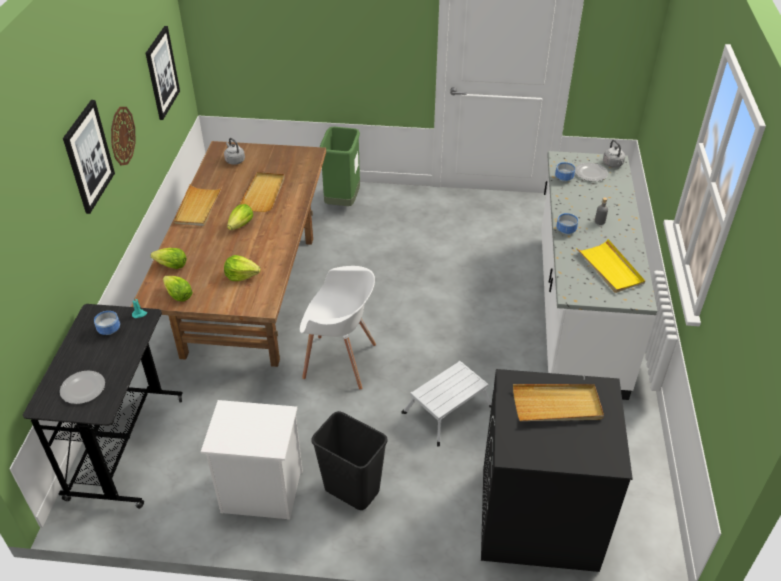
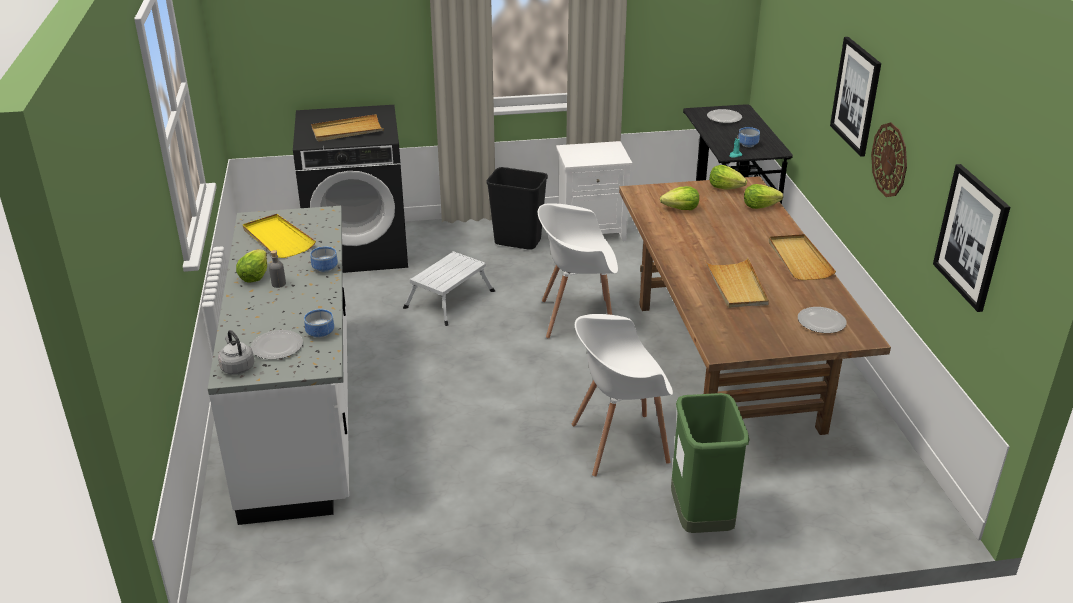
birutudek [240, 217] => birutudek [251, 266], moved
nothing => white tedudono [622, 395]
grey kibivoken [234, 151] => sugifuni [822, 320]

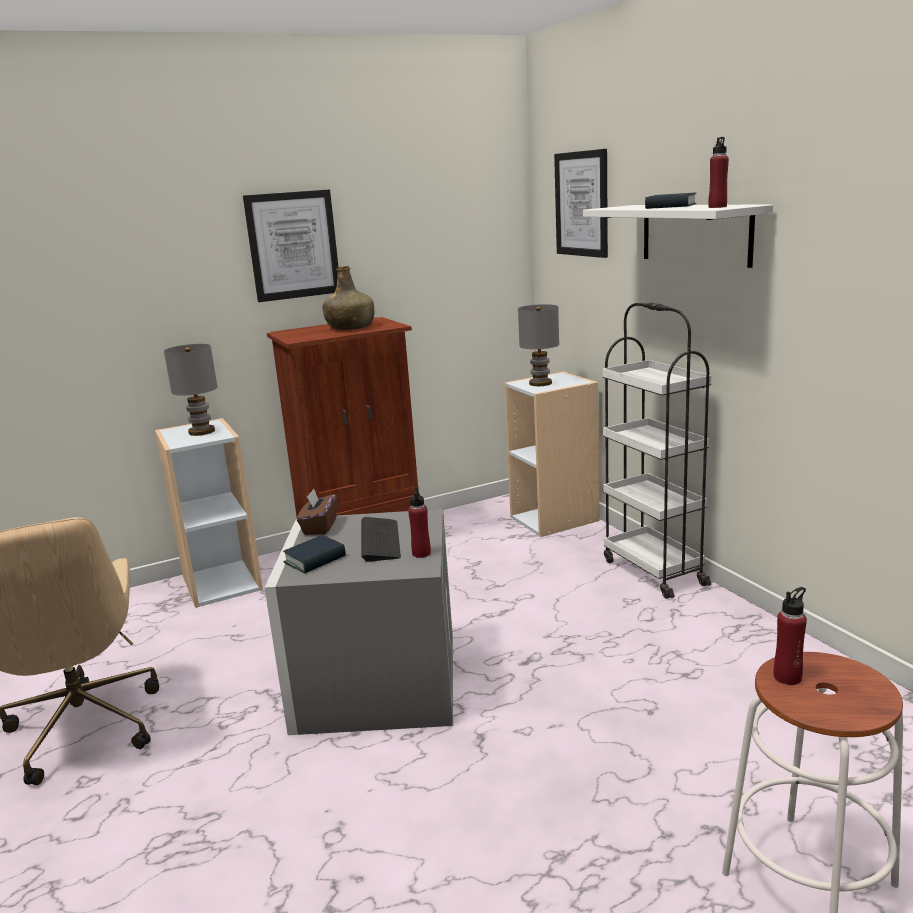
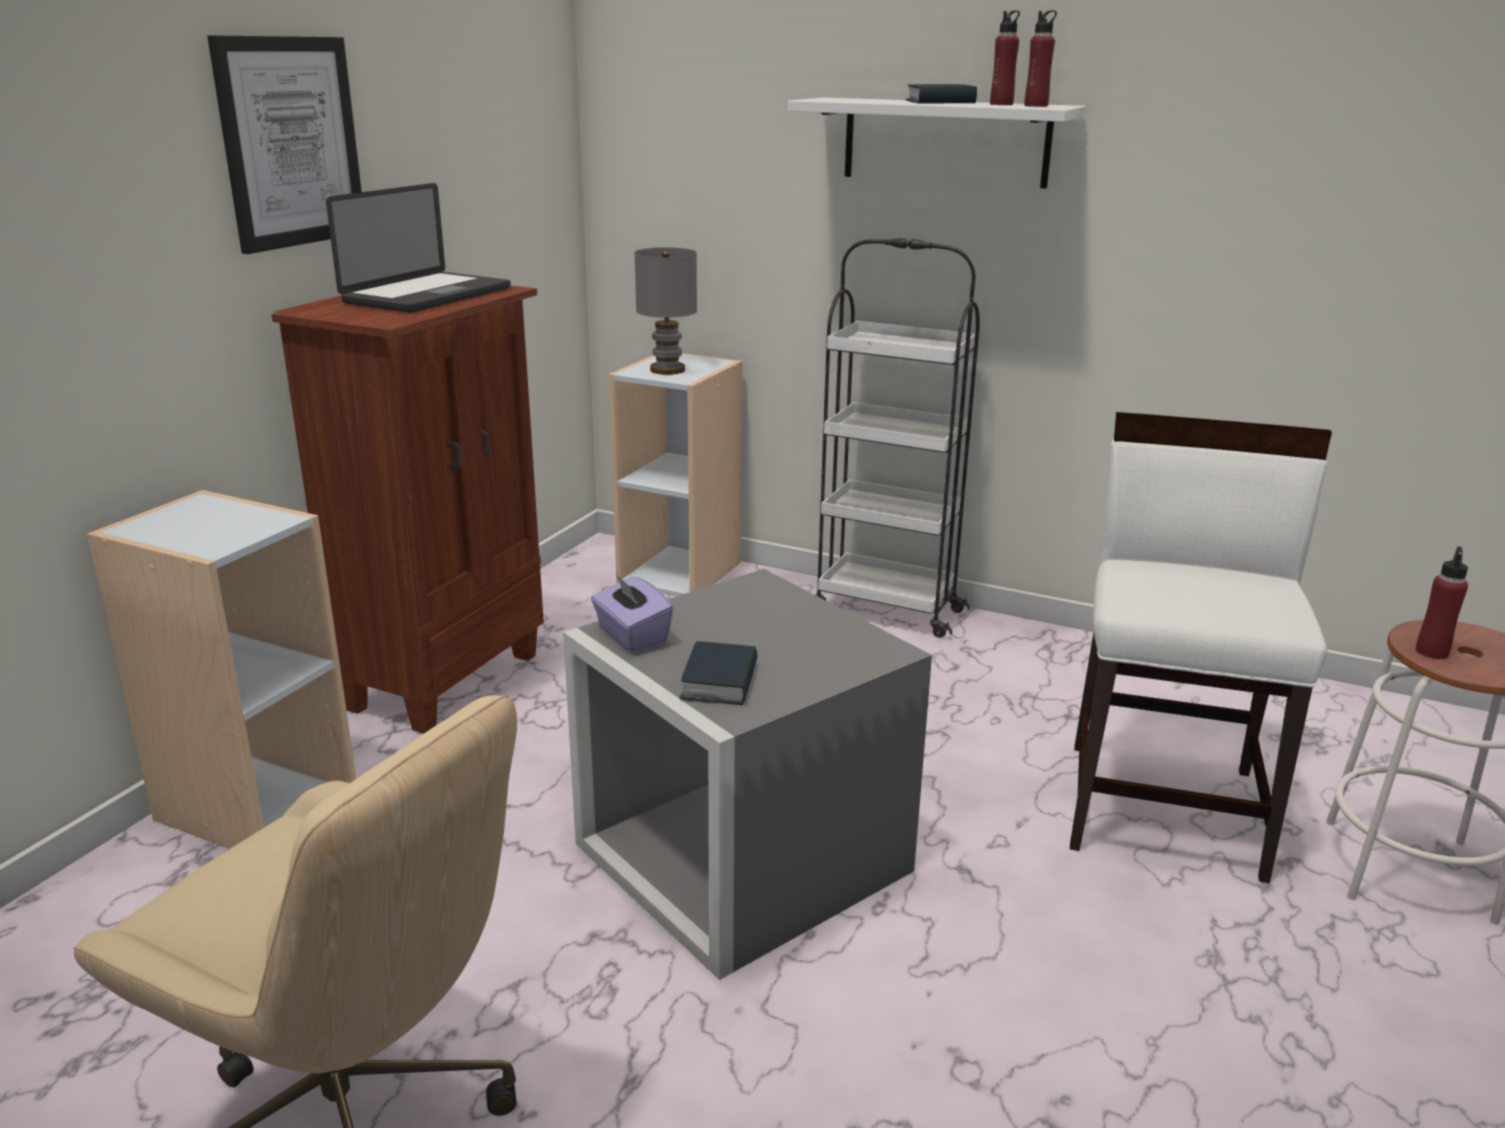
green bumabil [348, 298] => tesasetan [418, 248]
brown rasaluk [317, 511] => purple rasaluk [632, 613]
red bumabil [419, 522] => red bumabil [1005, 57], moved
nothing => white tedudono [1201, 647]
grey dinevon [191, 390] => nothing
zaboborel [381, 539] => nothing
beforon [581, 203] => nothing

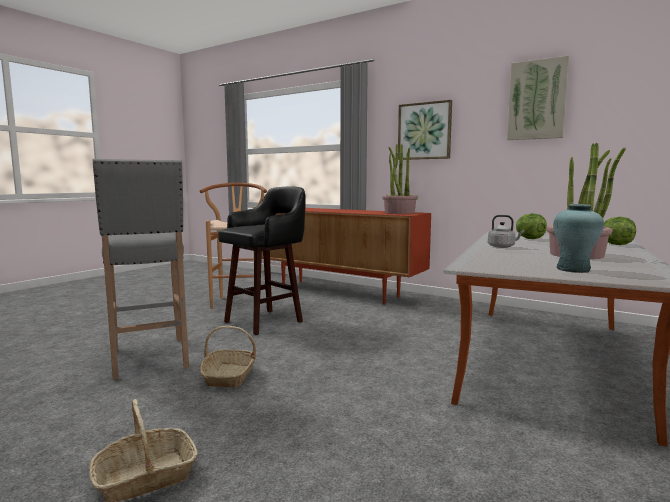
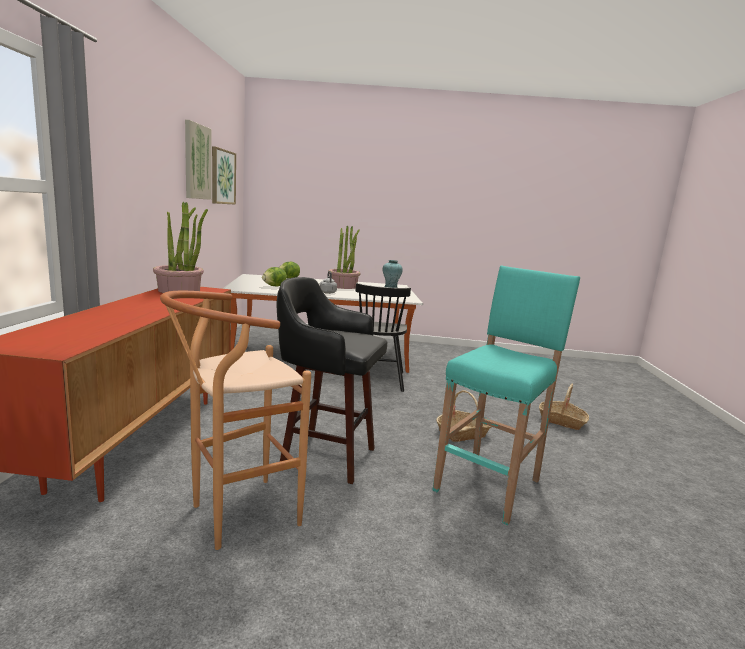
beforon [425, 130] => beforon [224, 175], moved
nothing => black tedudono [377, 337]
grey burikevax [141, 269] => turquoise burikevax [506, 395]

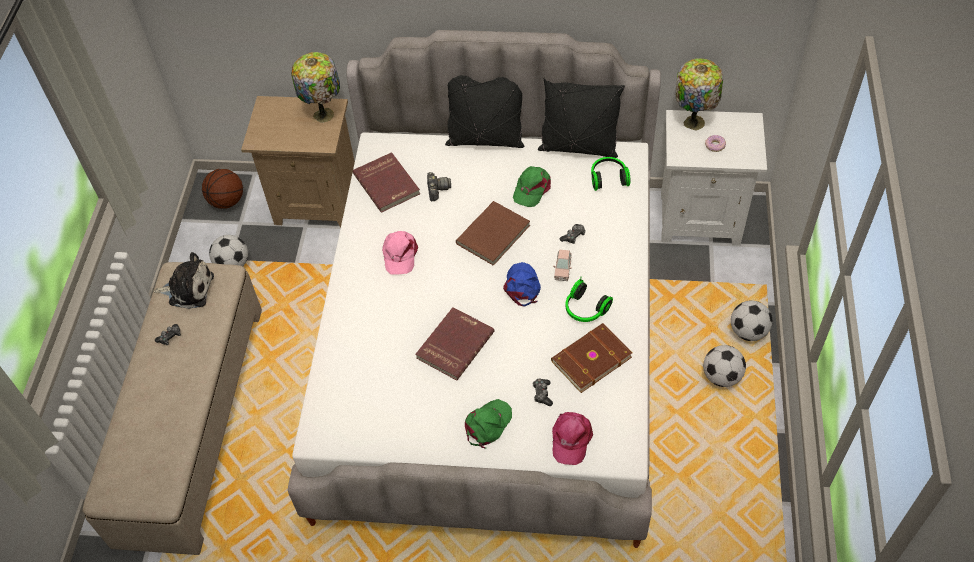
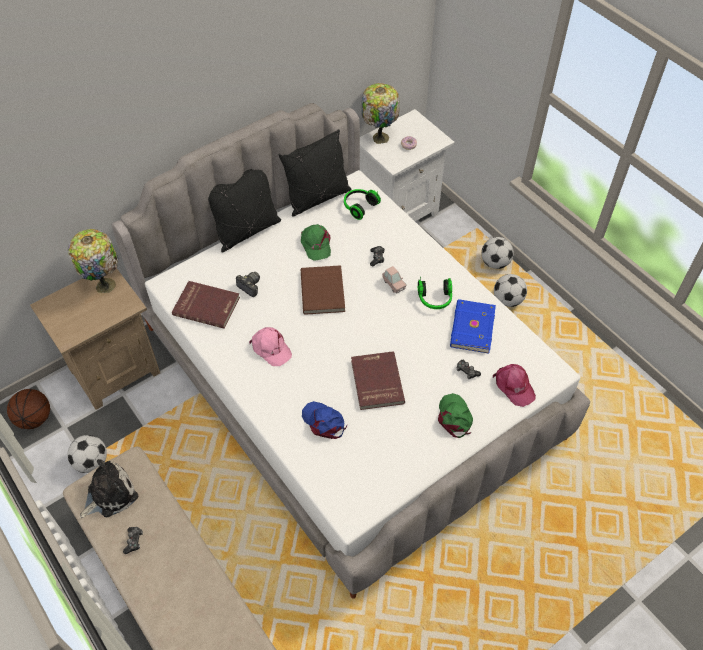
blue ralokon [522, 284] => blue ralokon [324, 420], moved
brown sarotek [591, 358] => blue sarotek [473, 326]

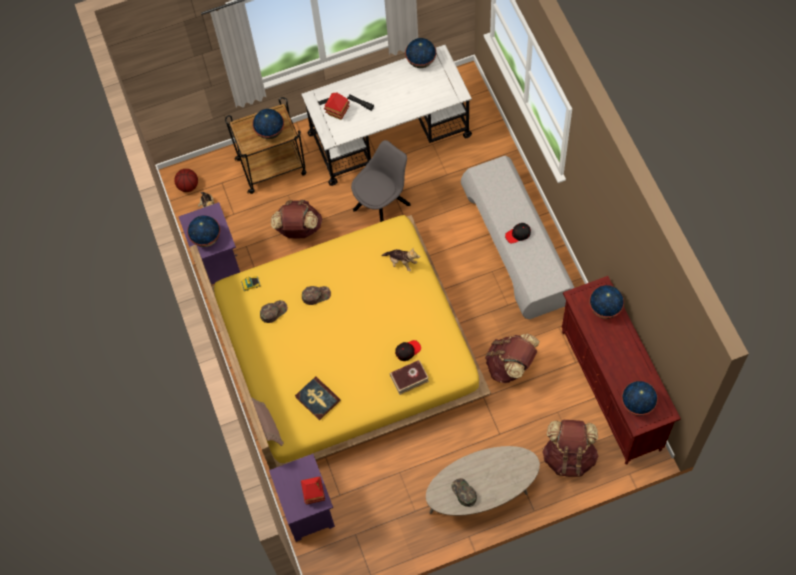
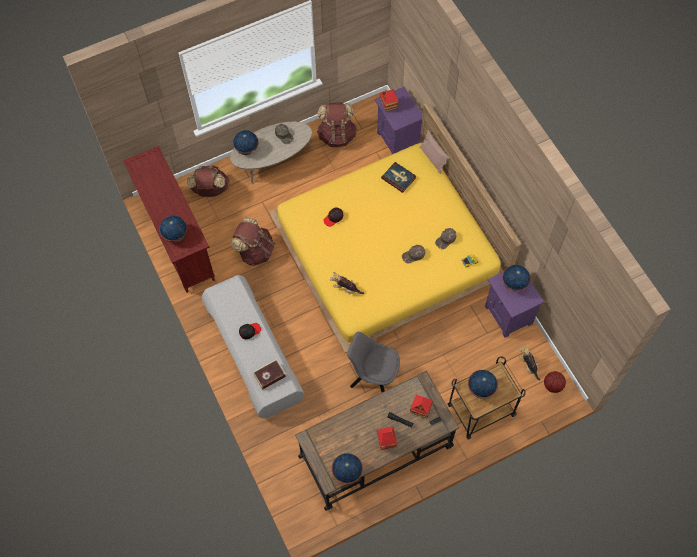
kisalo [639, 398] => kisalo [246, 142], moved
sarotek [409, 377] => sarotek [269, 374], moved
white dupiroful [386, 115] => brown dupiroful [377, 441]
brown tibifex [296, 219] => brown tibifex [337, 124], moved
grey tedudono [381, 181] => grey tedudono [373, 362], 75 degrees clockwise
nothing => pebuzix [387, 438]

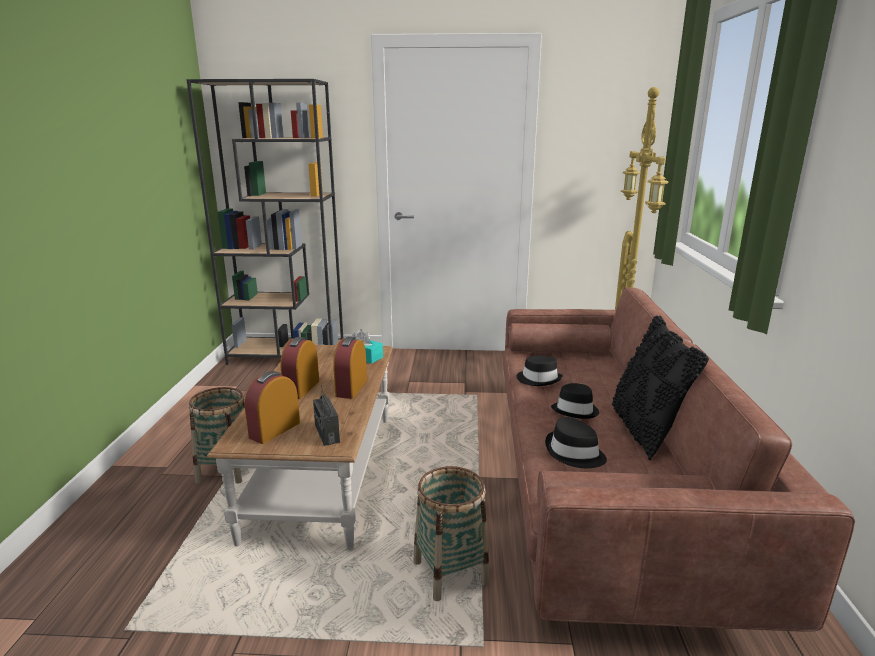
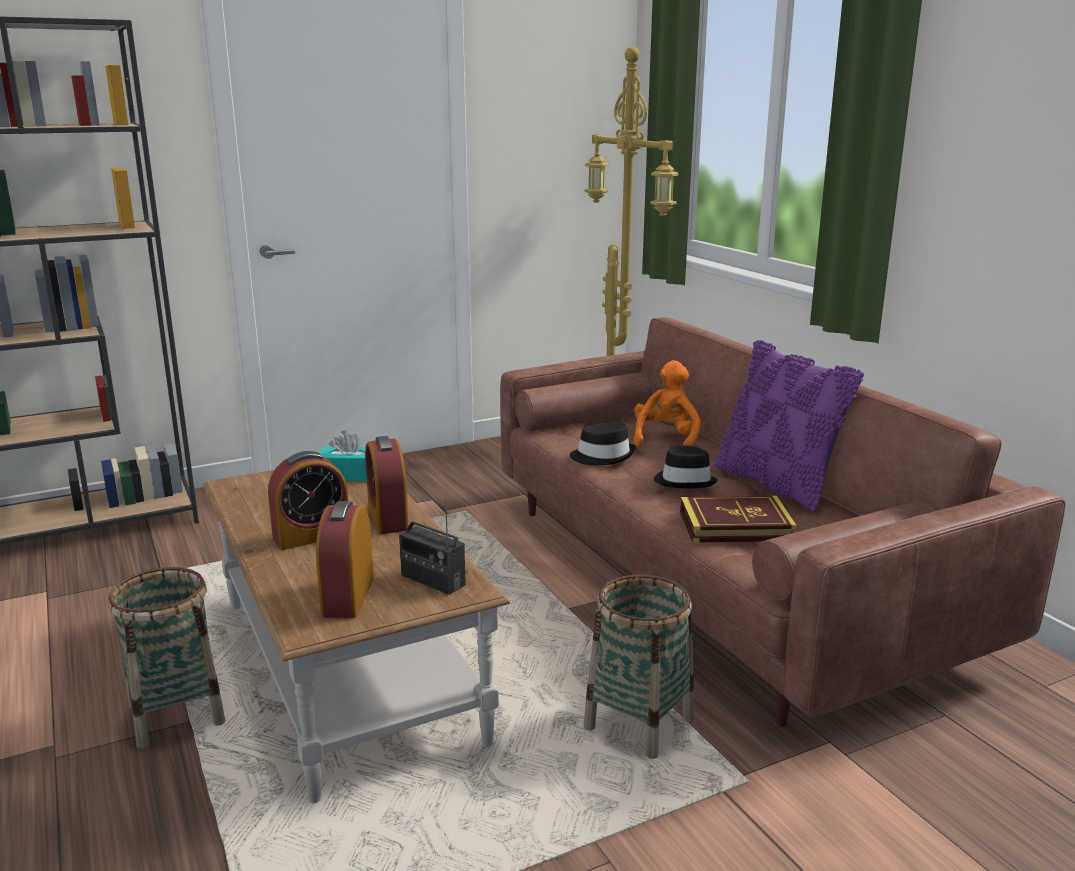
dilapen [299, 368] => dilapen [308, 500], 105 degrees counterclockwise
nothing => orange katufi [667, 404]
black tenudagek [576, 442] => sarotek [738, 519]
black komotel [660, 388] => purple komotel [789, 426]

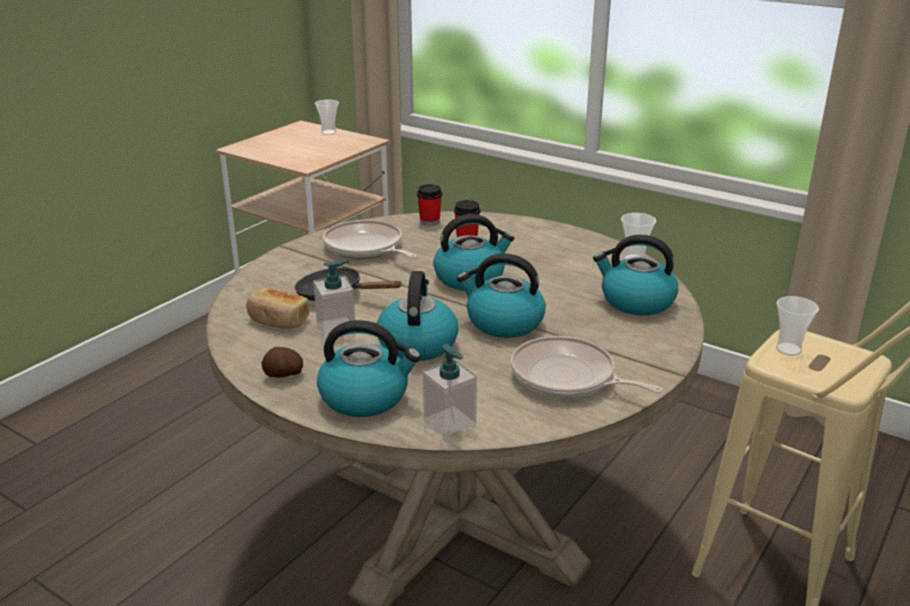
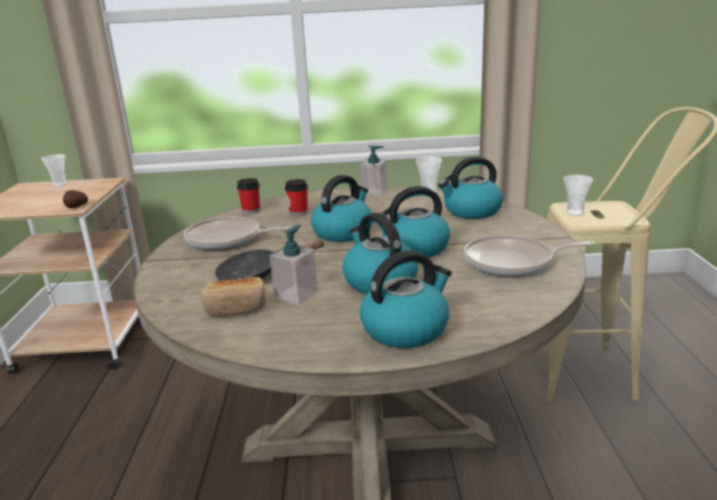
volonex [282, 362] => volonex [75, 199], moved
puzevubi [450, 390] => puzevubi [374, 170], moved

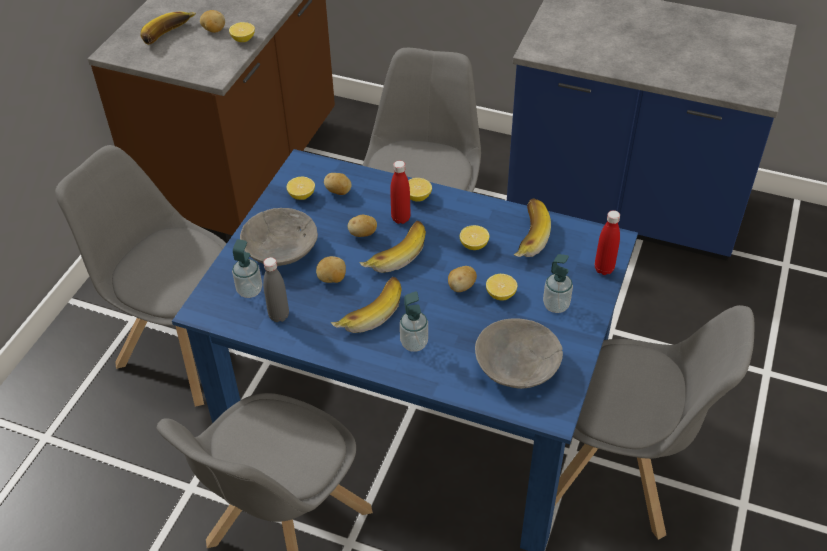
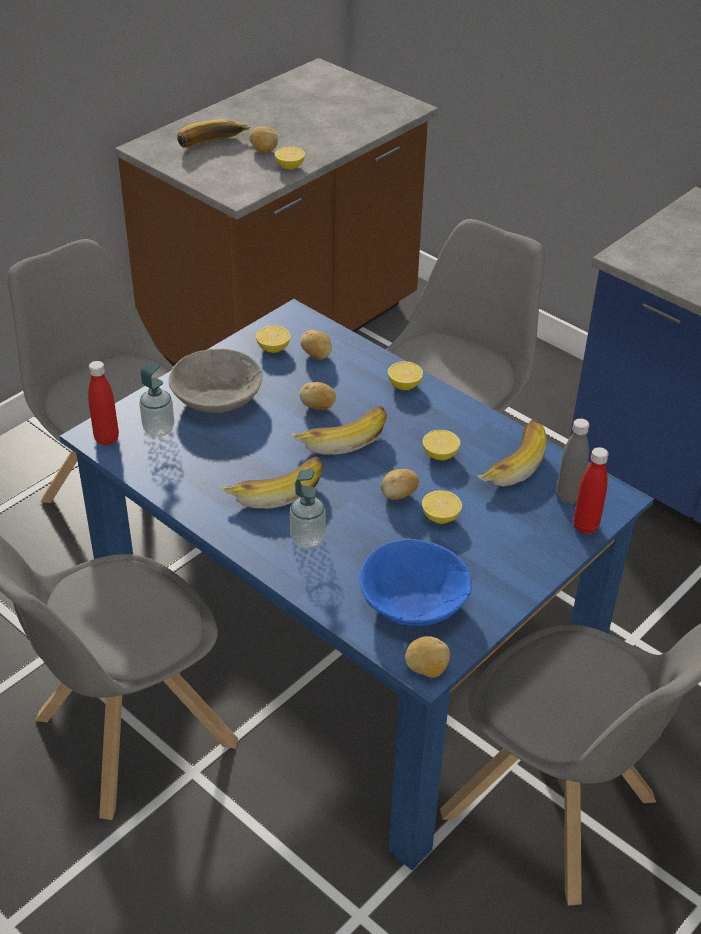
red bumabil [400, 192] => red bumabil [103, 403], moved
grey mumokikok [519, 353] => blue mumokikok [416, 582]
volonex [331, 269] => volonex [427, 657], moved
grey bumabil [276, 289] => grey bumabil [573, 461], moved
puzevubi [558, 283] => nothing

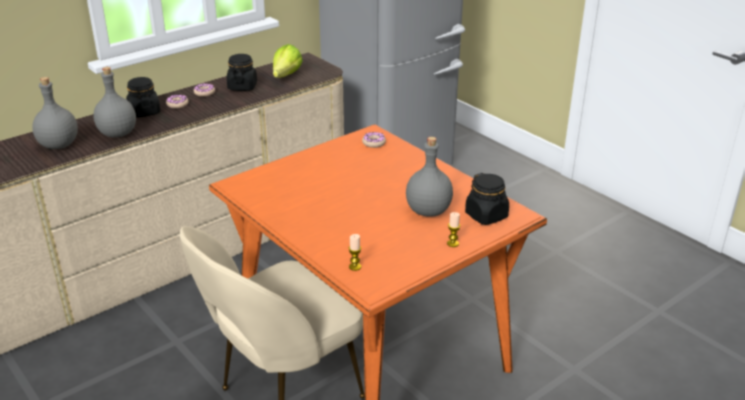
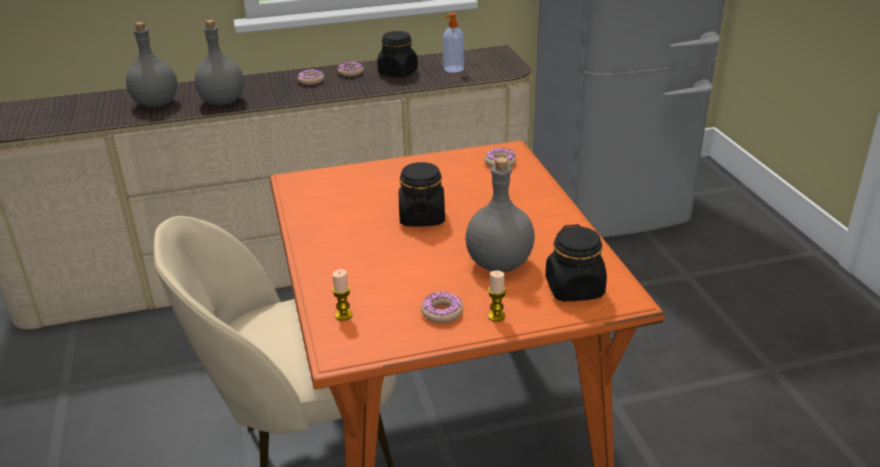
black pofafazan [143, 97] => black pofafazan [422, 194], moved
nothing => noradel [442, 307]
birutudek [288, 61] => puzevubi [453, 43]

